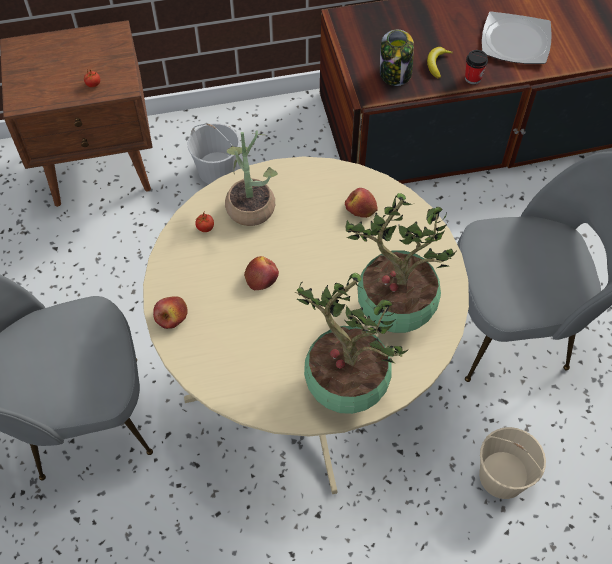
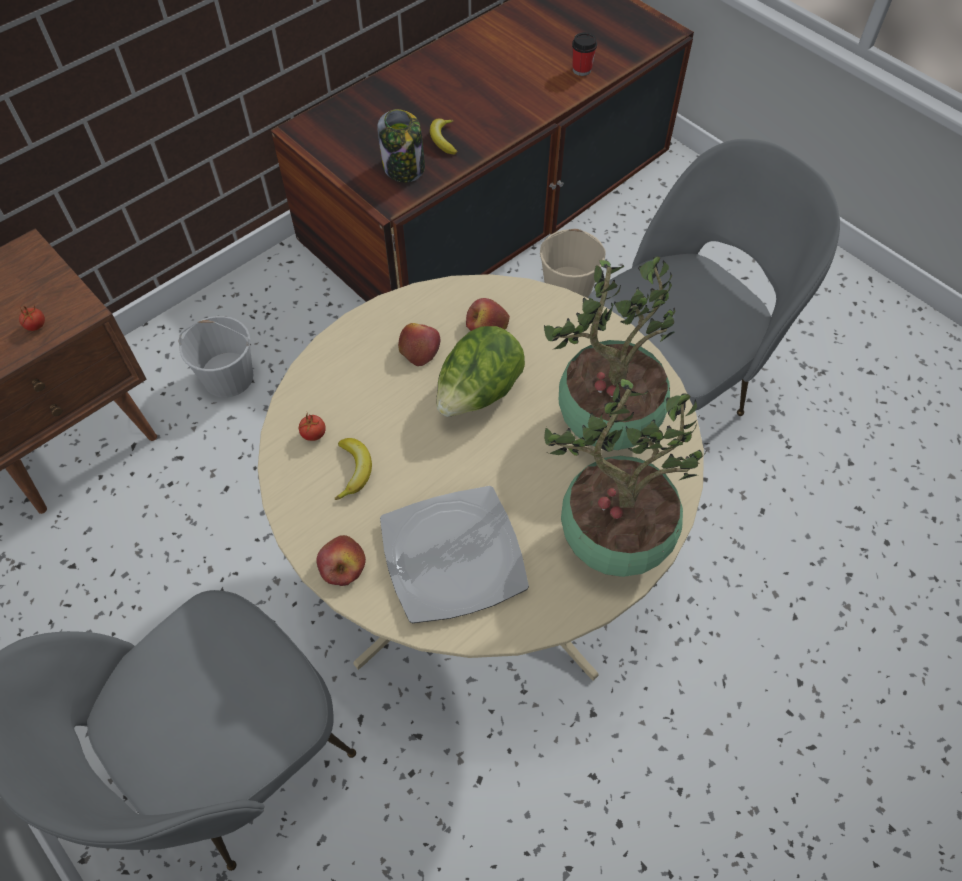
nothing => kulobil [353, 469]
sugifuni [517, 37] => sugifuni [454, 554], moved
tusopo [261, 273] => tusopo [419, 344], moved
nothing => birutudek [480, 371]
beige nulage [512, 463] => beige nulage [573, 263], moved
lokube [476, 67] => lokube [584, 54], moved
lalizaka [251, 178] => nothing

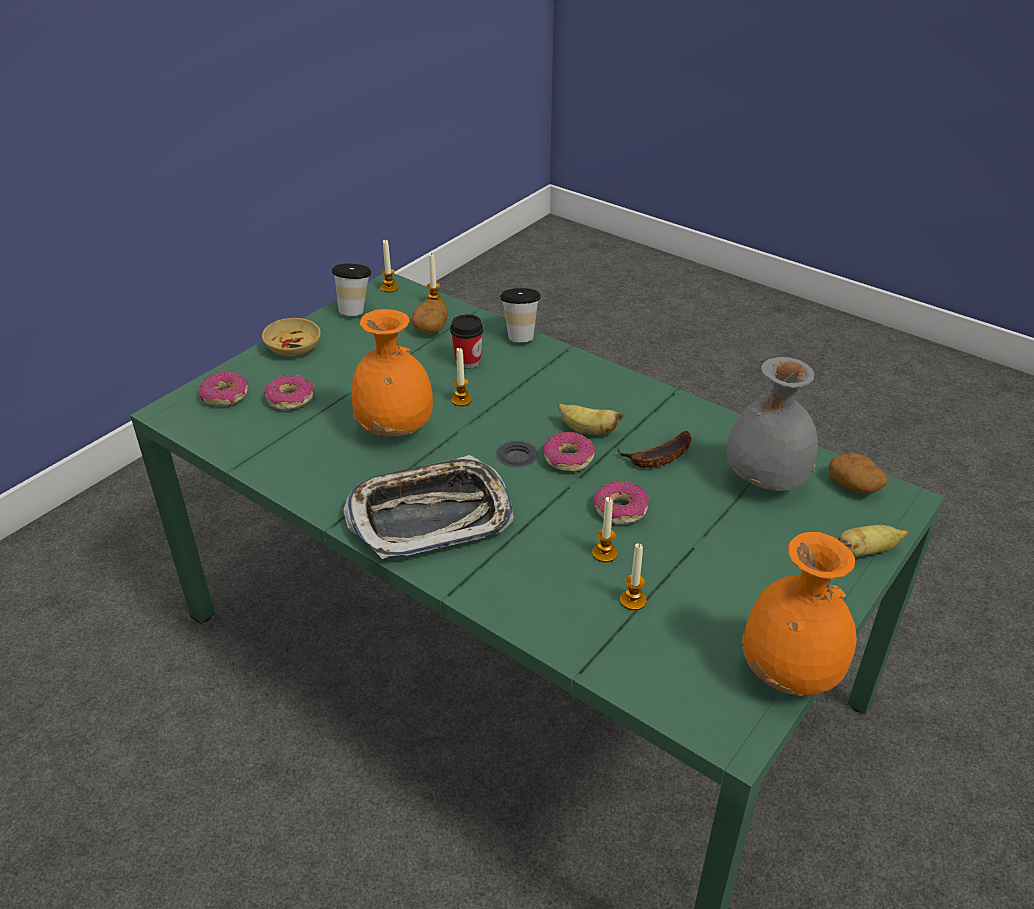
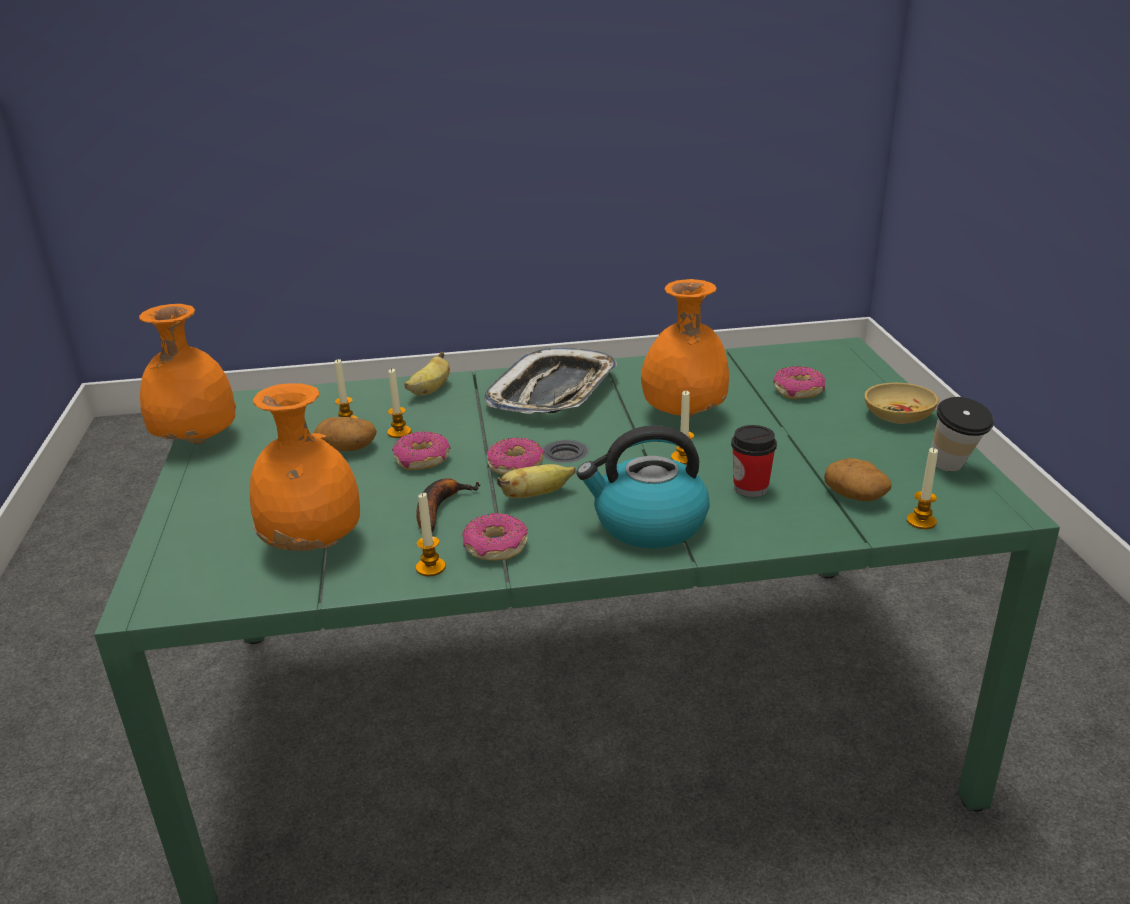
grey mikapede [772, 424] => orange mikapede [305, 467]
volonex [858, 473] => volonex [345, 434], moved
kulobil [873, 541] => kulobil [427, 374], moved
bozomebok [390, 266] => bozomebok [431, 534], moved
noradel [223, 389] => noradel [495, 537], moved
nothing => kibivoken [643, 486]
lokube [520, 315] => nothing

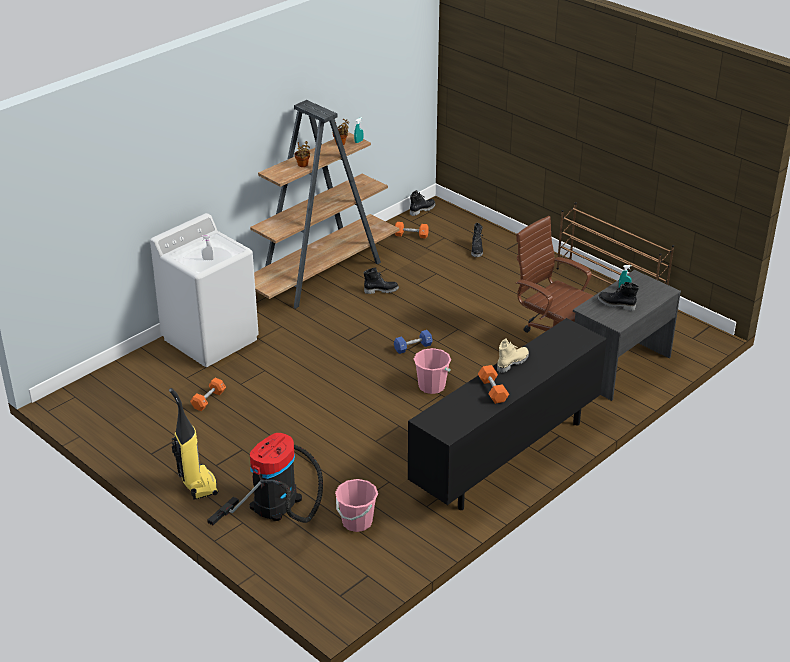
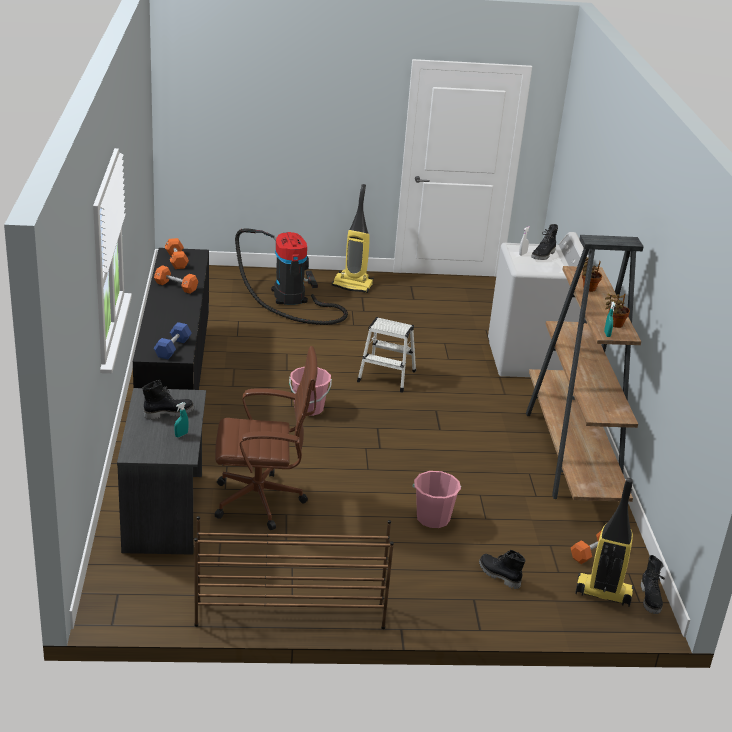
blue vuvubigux [413, 342] => blue vuvubigux [172, 340], moved
orange vuvubigux [208, 394] => orange vuvubigux [177, 253], moved
nothing => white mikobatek [386, 355]
pink nulage [356, 505] => pink nulage [437, 499], moved
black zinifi [381, 280] => black zinifi [544, 242], moved
nothing => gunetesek [604, 542]
beige zinifi [513, 356] => nothing

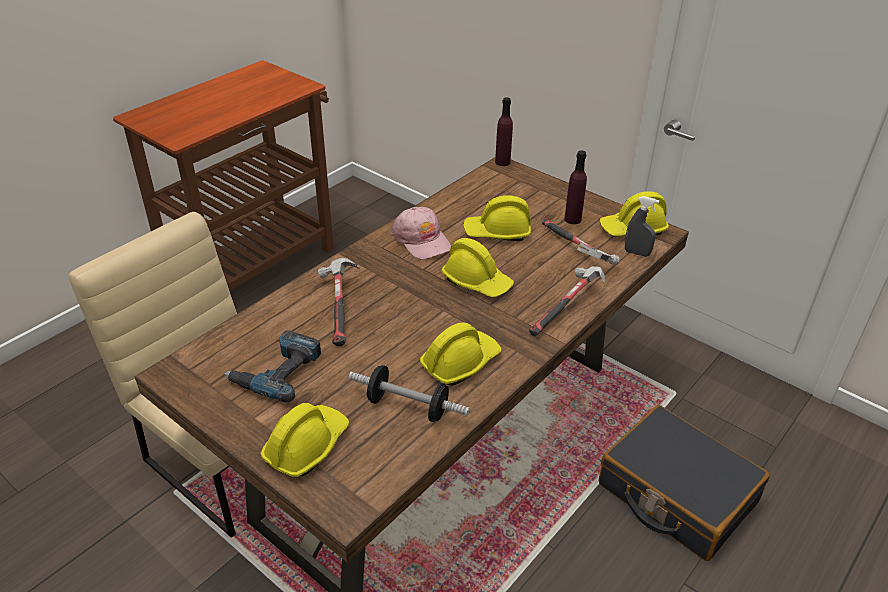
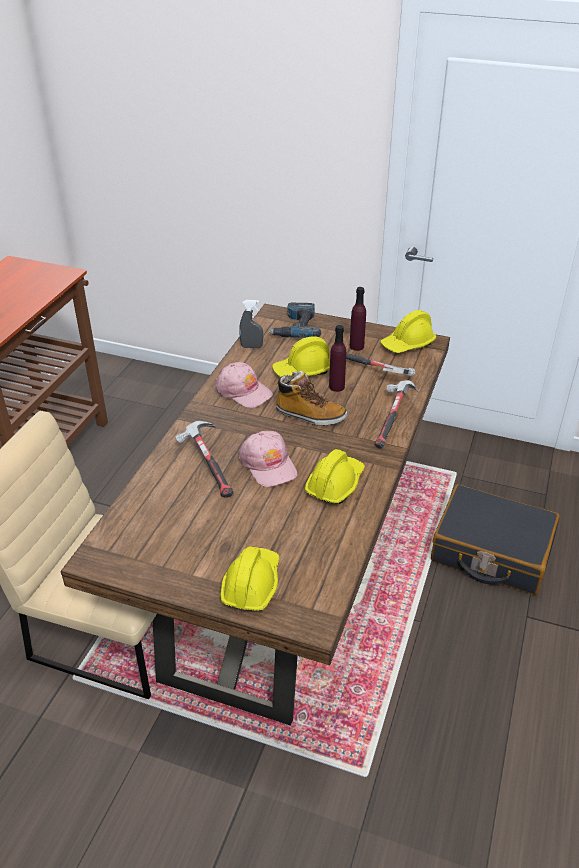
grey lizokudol [642, 226] => grey lizokudol [251, 324], moved
nothing => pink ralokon [268, 459]
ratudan [272, 366] => ratudan [294, 320], moved
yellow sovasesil [477, 267] => zinifi [311, 398]
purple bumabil [504, 131] => purple bumabil [337, 358], moved
vuvubigux [409, 393] => nothing

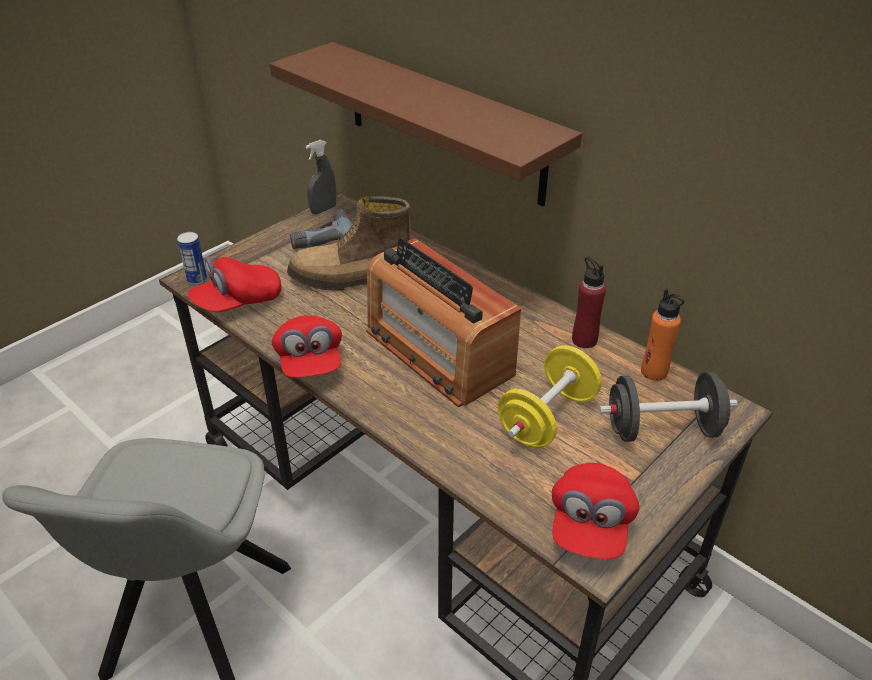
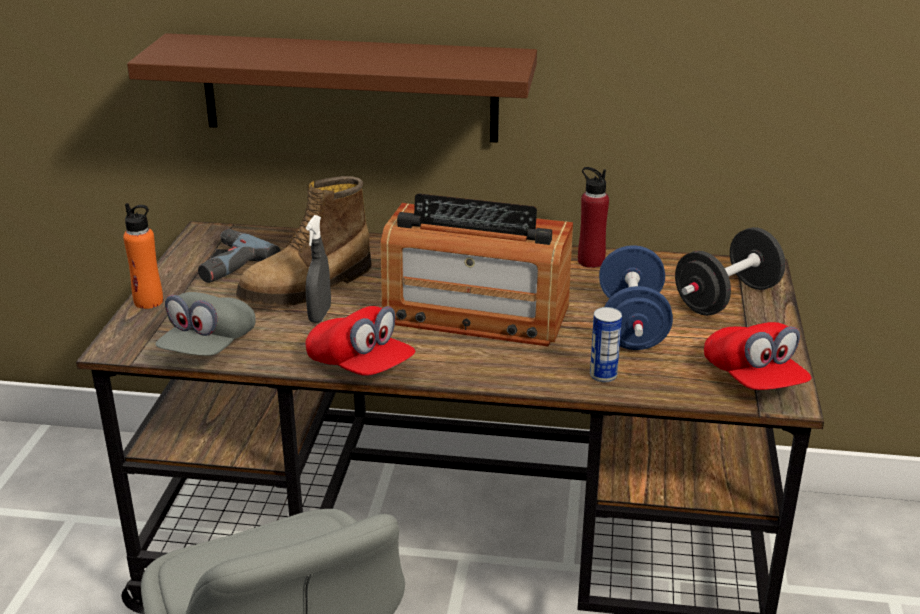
orange bumabil [662, 334] => orange bumabil [143, 256], moved
red ralokon [235, 284] => grey ralokon [205, 324]
grey lizokudol [321, 177] => grey lizokudol [318, 269], moved
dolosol [192, 259] => dolosol [606, 344], moved
yellow vuvubigux [550, 397] => blue vuvubigux [636, 297]

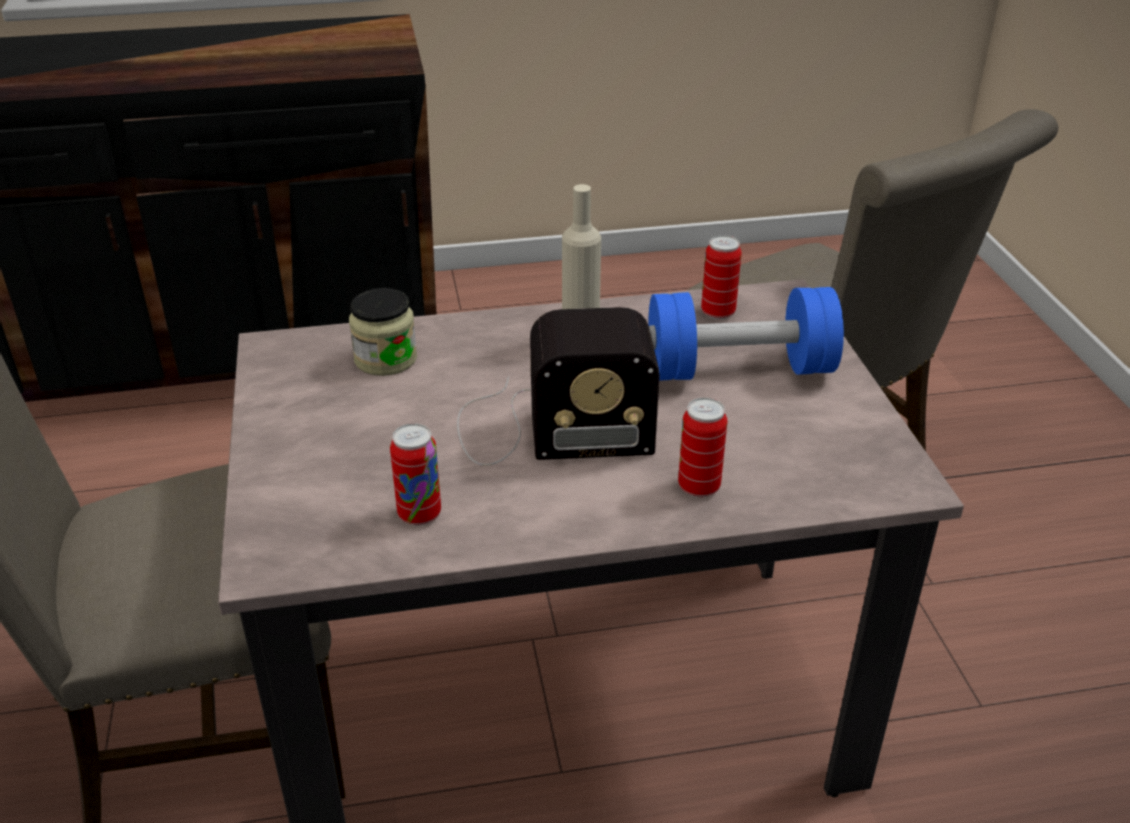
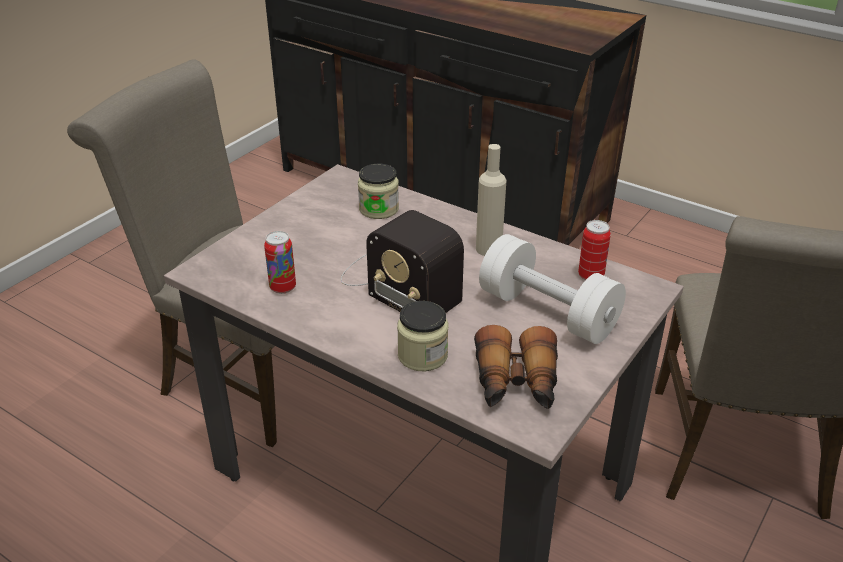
dolosol [702, 447] => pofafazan [423, 336]
nothing => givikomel [516, 367]
blue vuvubigux [746, 334] => white vuvubigux [552, 289]

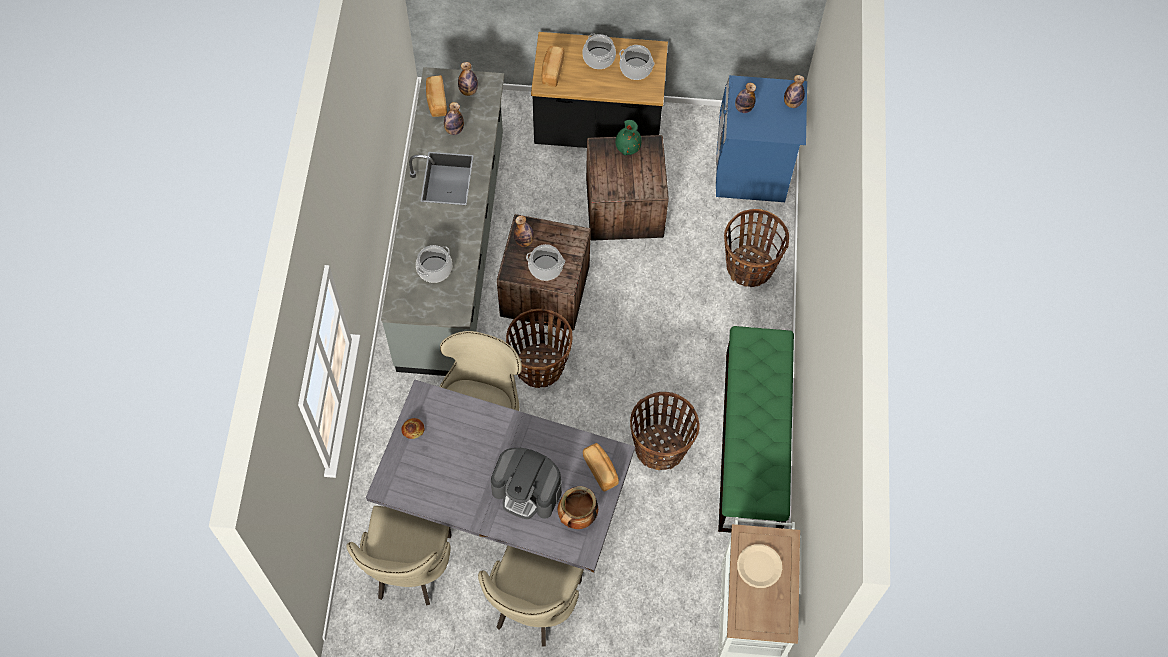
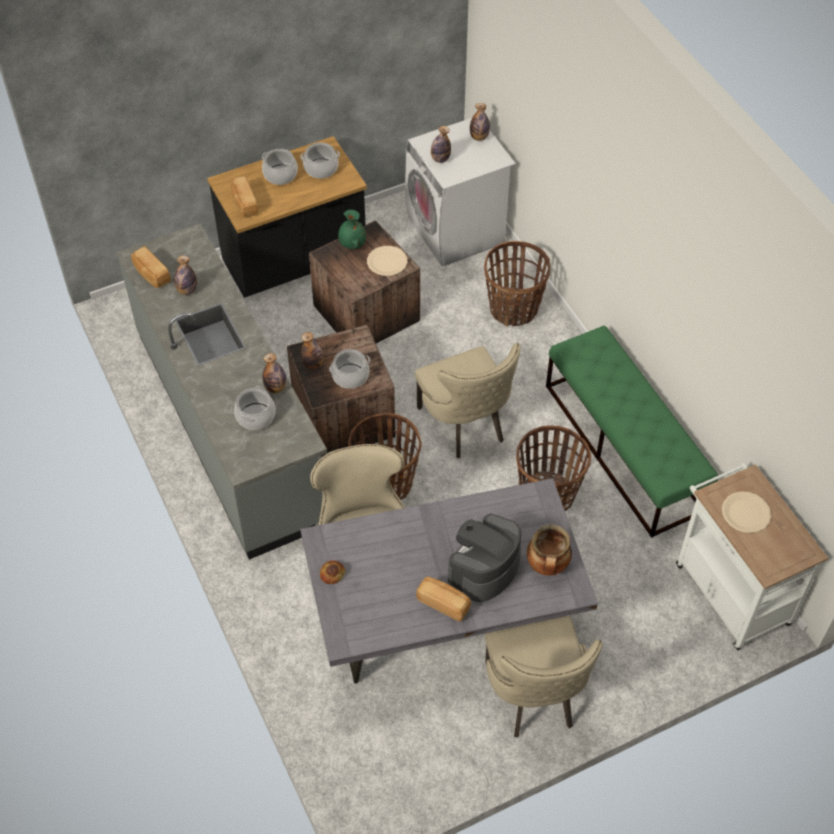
bumabil [468, 79] => bumabil [274, 373], moved
nothing => beige sugifuni [387, 261]
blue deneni [761, 138] => white deneni [460, 192]
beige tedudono [399, 556] => beige tedudono [468, 400], moved
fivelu [601, 467] => fivelu [443, 599], moved
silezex [526, 483] => silezex [485, 558], 135 degrees clockwise

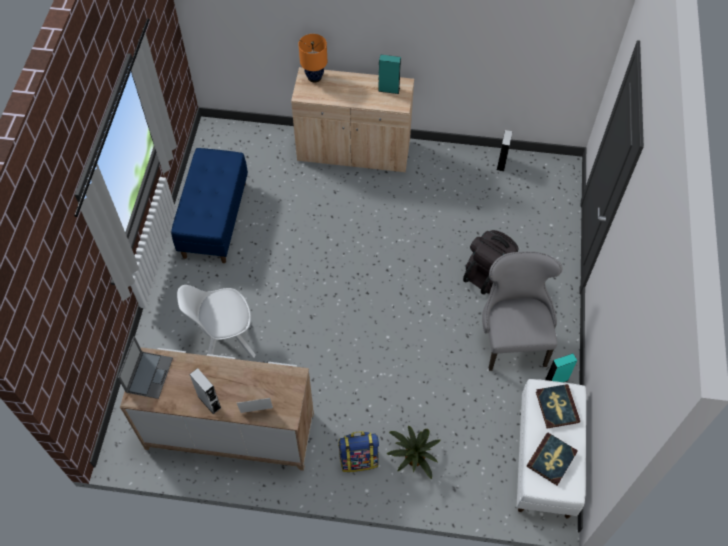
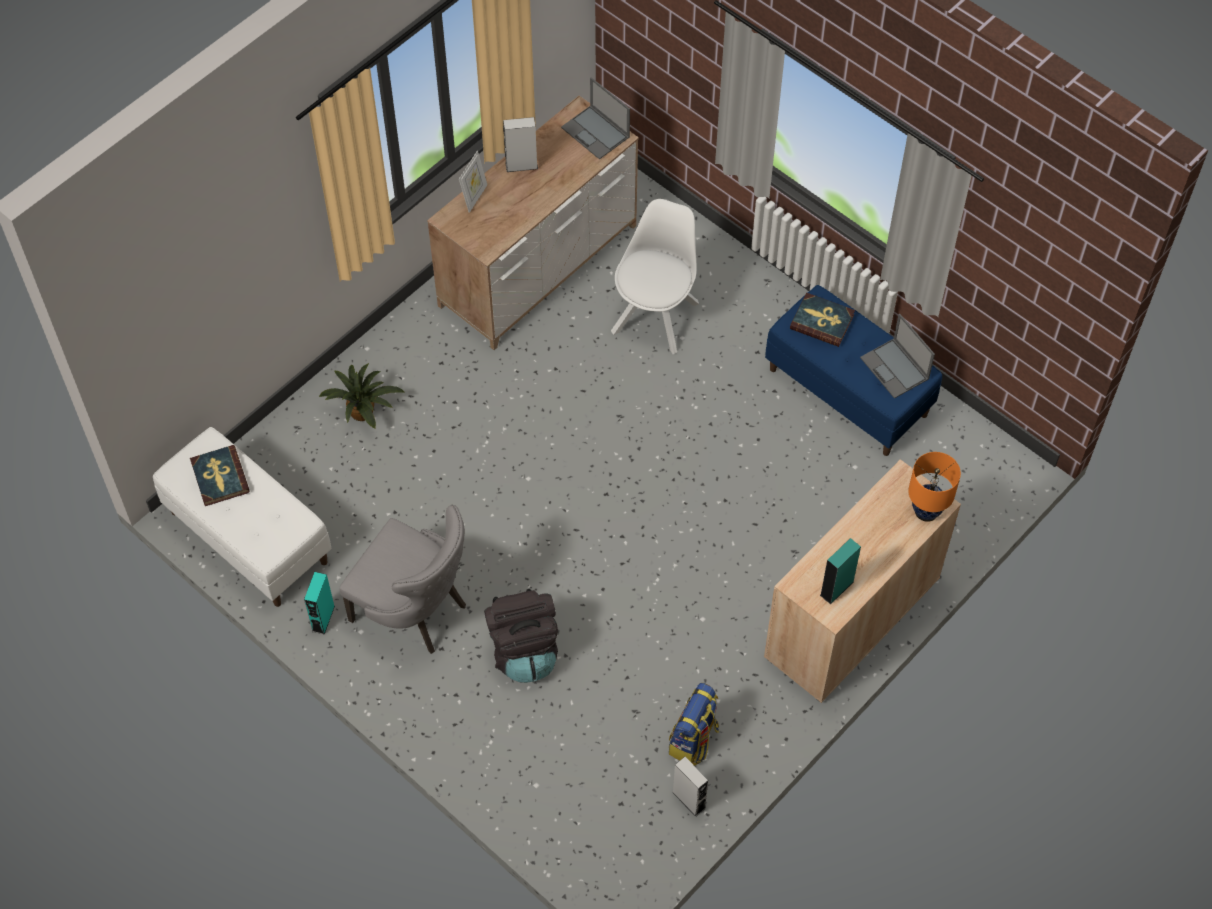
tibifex [358, 451] => tibifex [694, 724], moved
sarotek [558, 406] => sarotek [822, 320], moved
nothing => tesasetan [897, 356]

